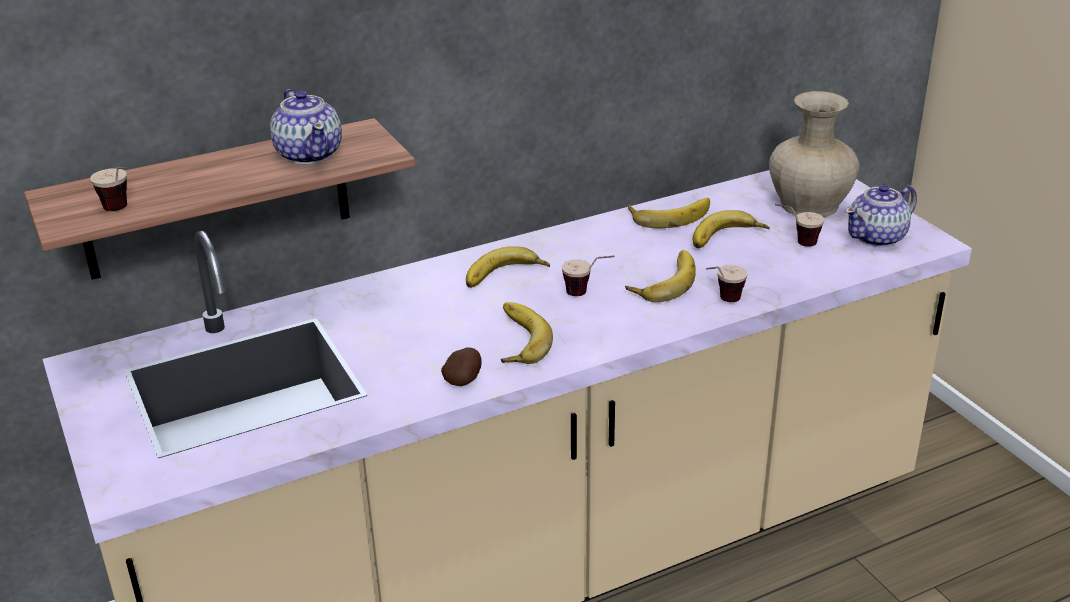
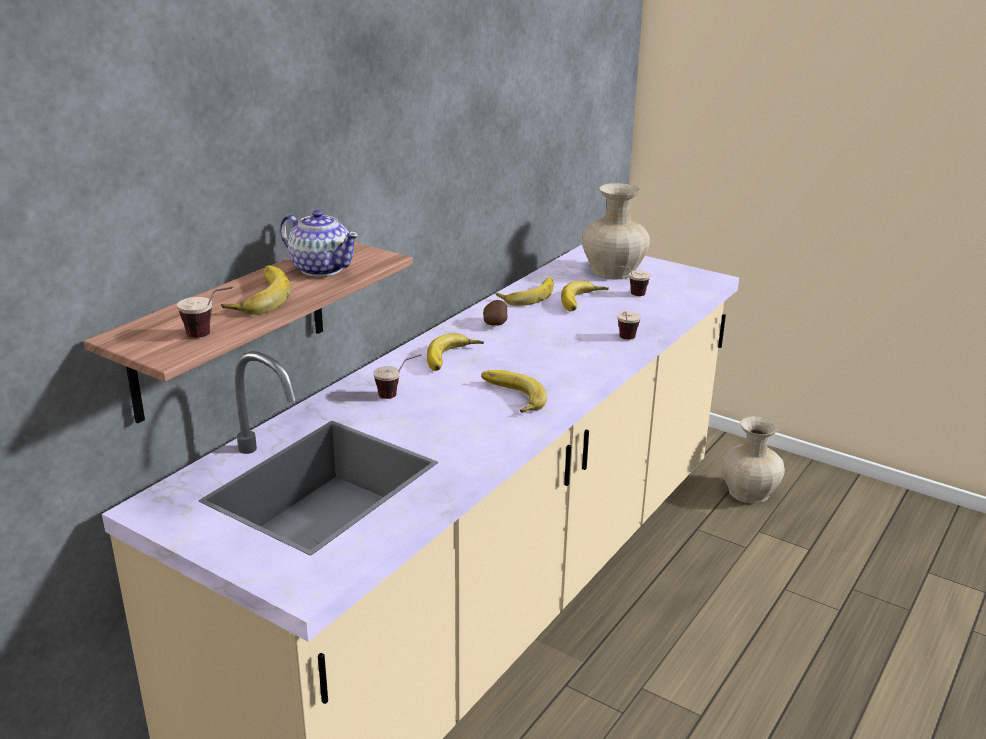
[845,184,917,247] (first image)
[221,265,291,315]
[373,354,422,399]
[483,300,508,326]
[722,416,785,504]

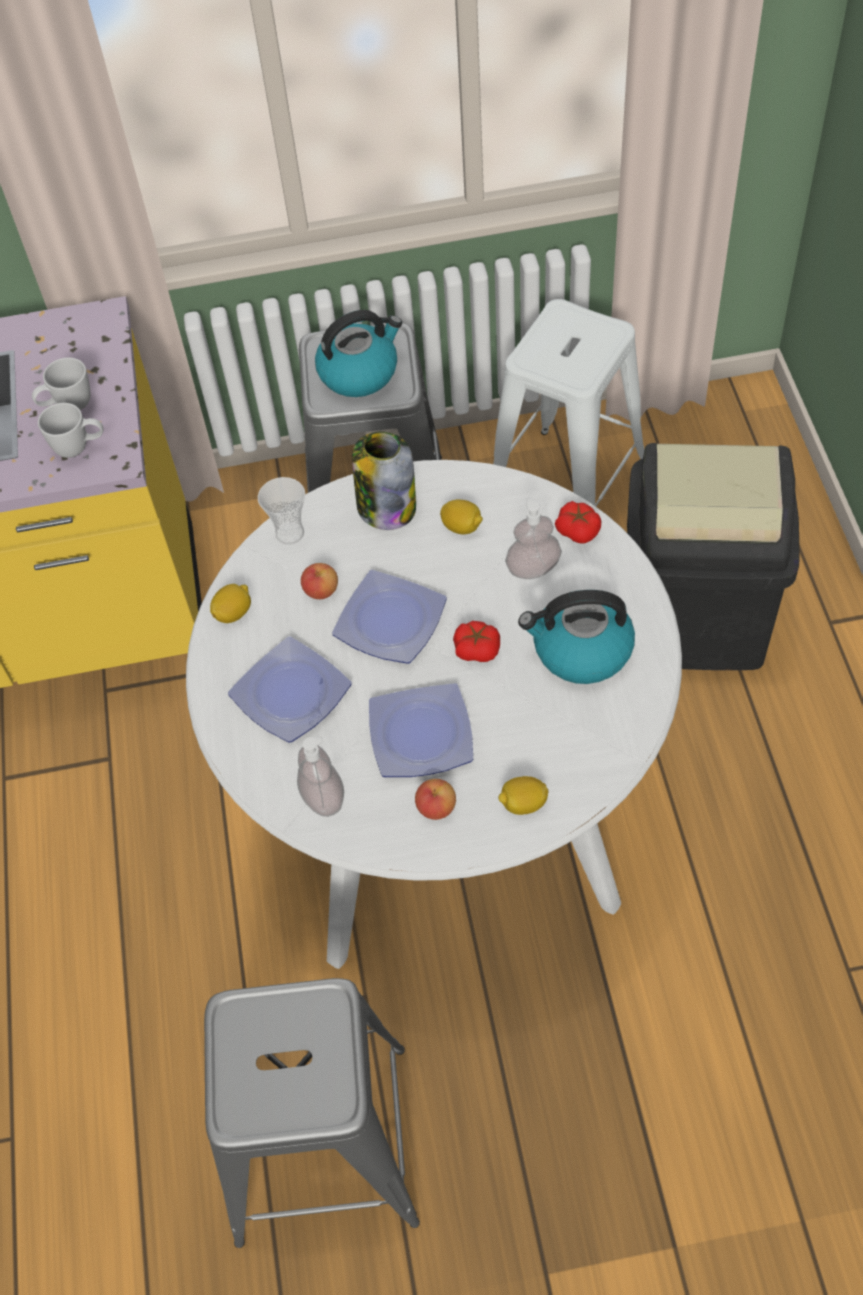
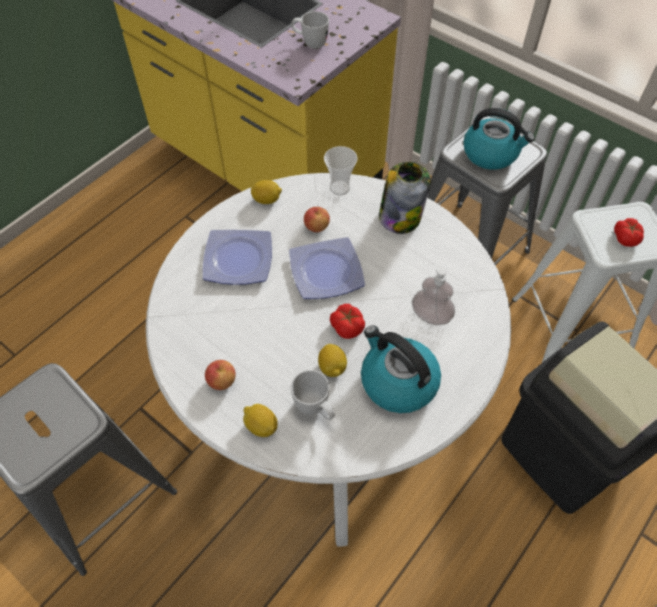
[291,370,335,420]
[318,344,347,377]
[614,218,644,247]
[369,683,473,777] (first image)
[297,737,344,817] (first image)

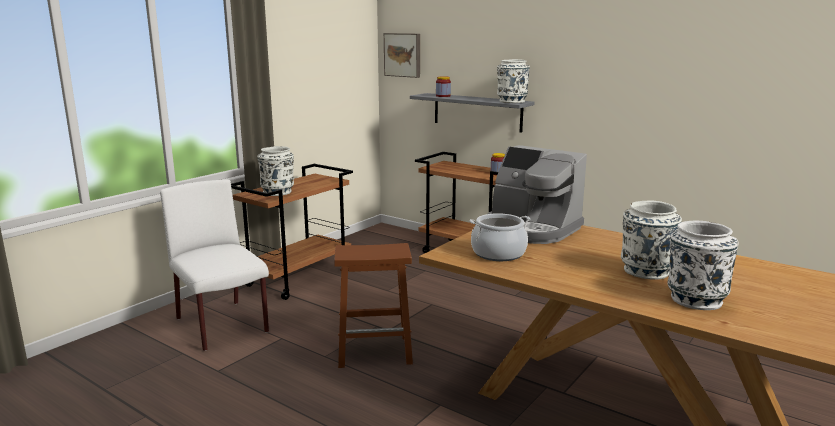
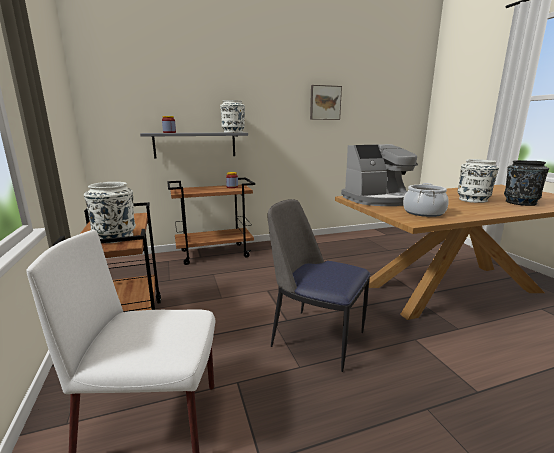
[310,85,342,120]
[504,160,549,206]
[267,199,370,372]

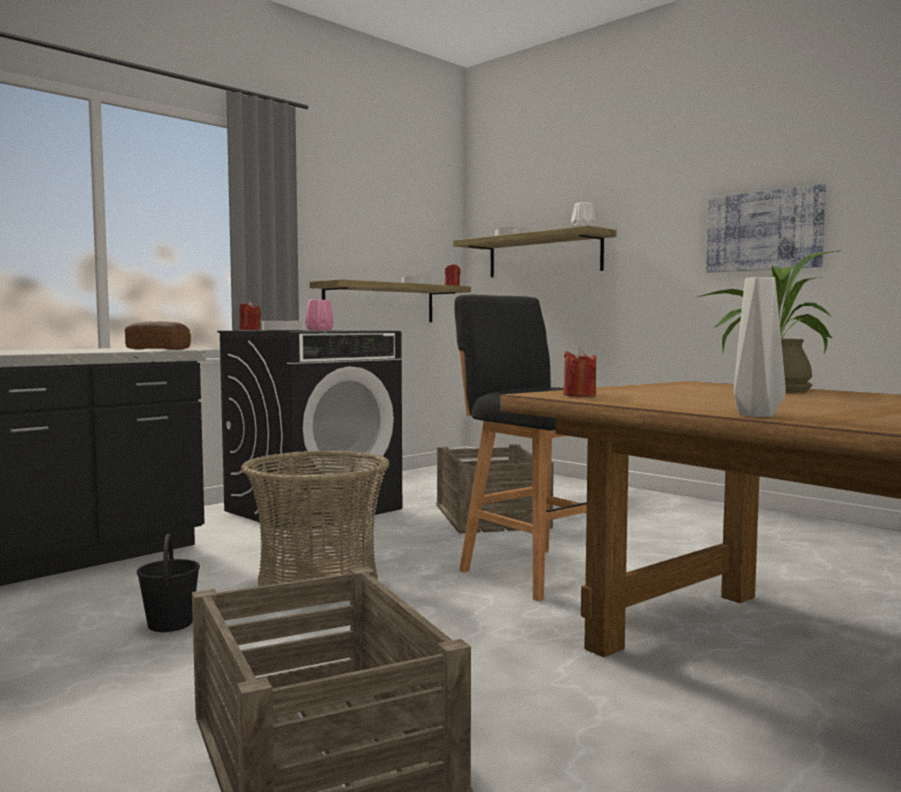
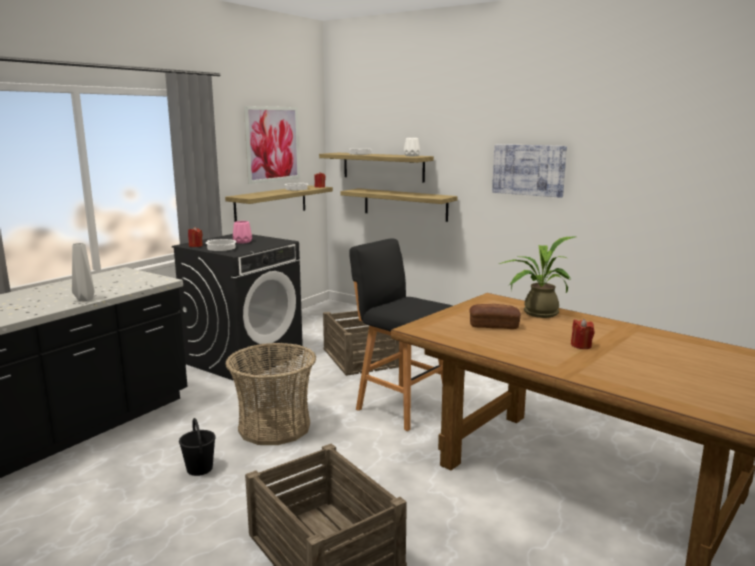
[72,243,95,301]
[469,304,521,329]
[571,319,594,349]
[244,106,300,184]
[340,188,458,222]

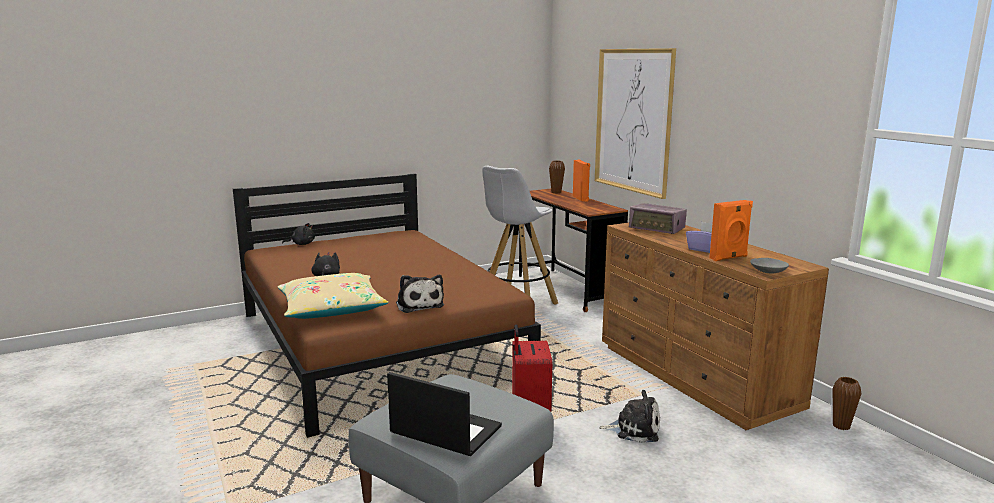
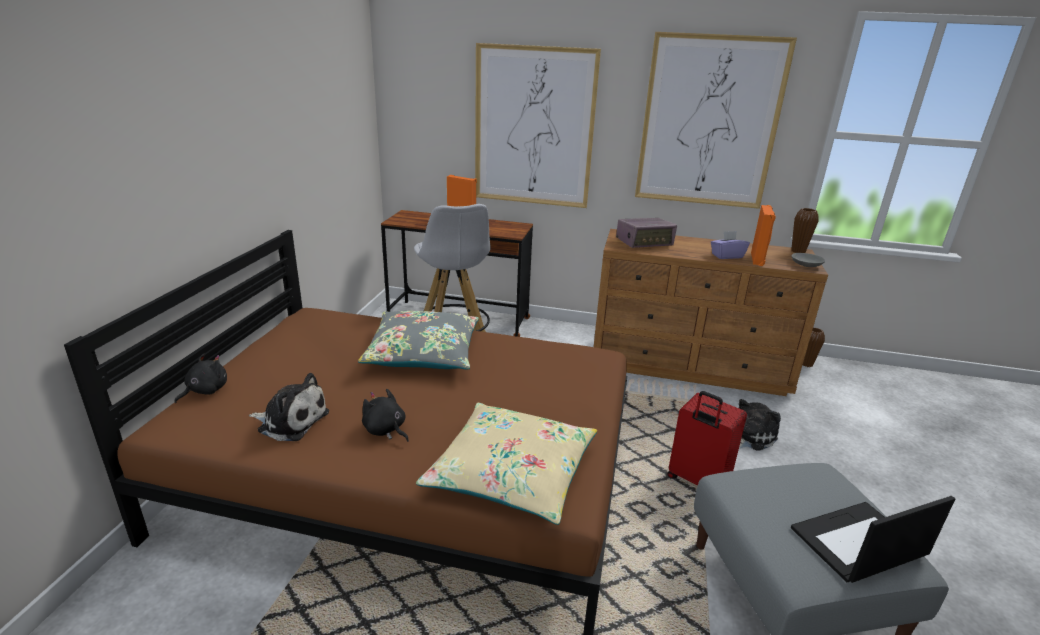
[791,208,819,253]
[249,373,329,441]
[635,32,797,209]
[358,311,479,369]

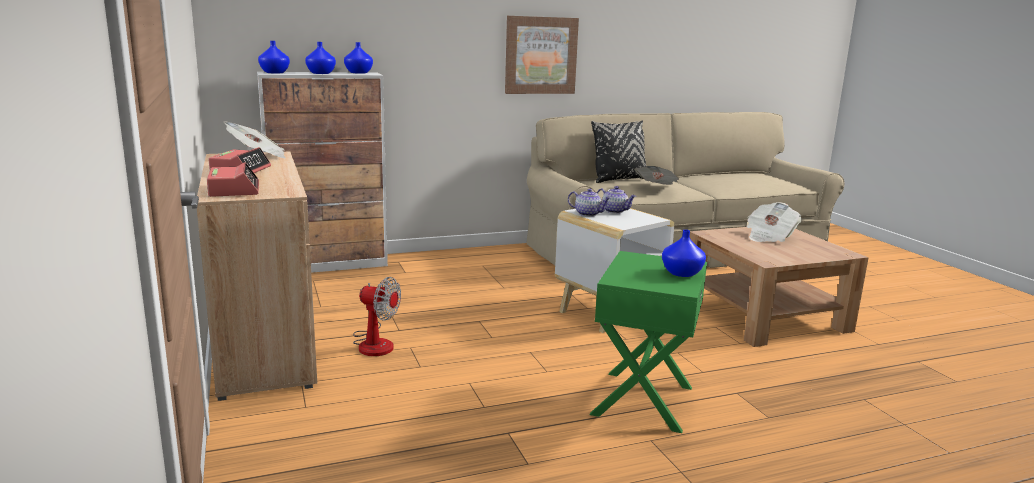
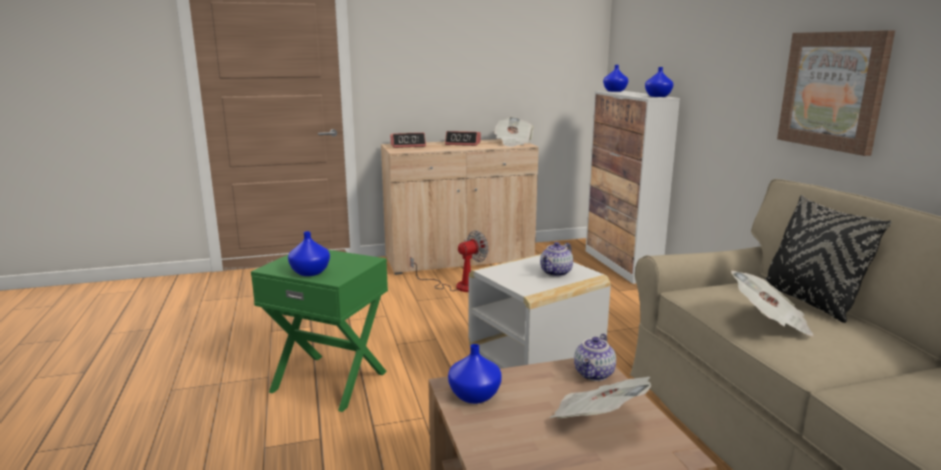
[448,344,502,404]
[574,334,616,381]
[410,230,489,292]

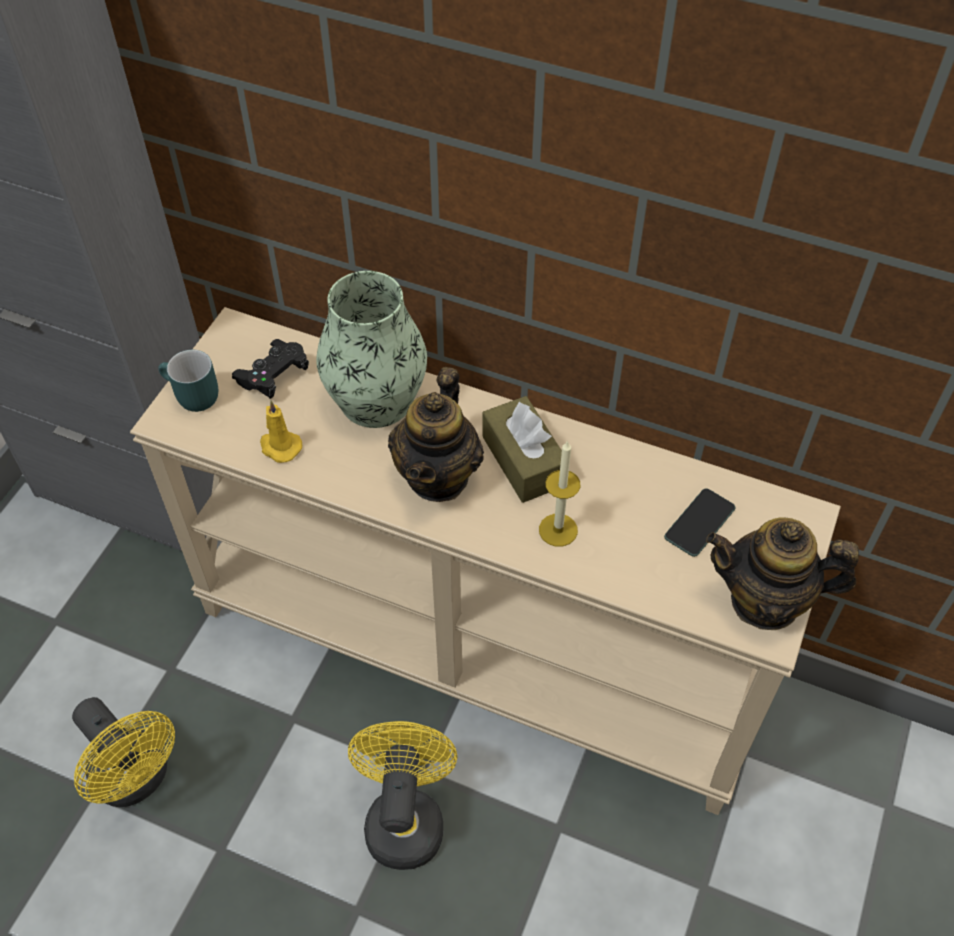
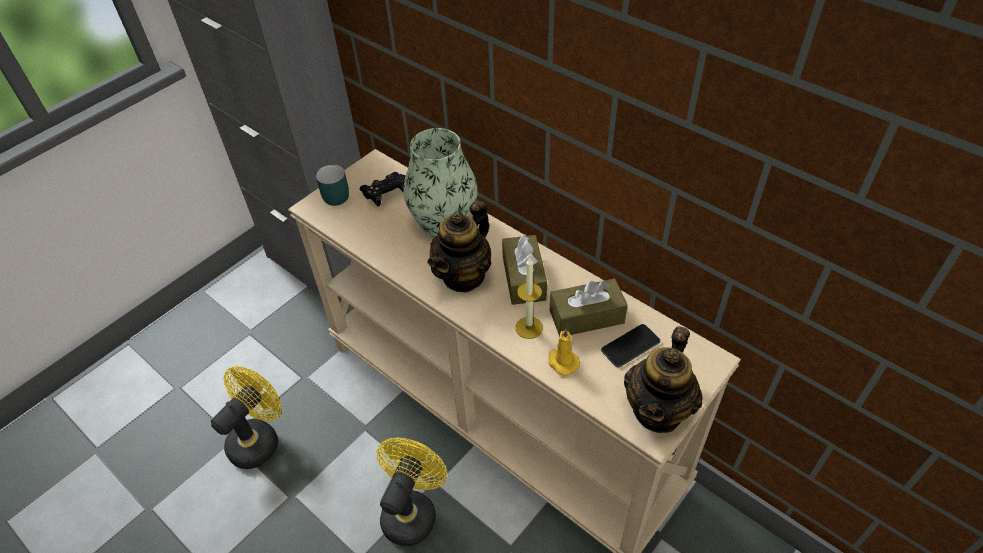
[548,328,580,376]
[624,326,703,433]
[211,366,282,469]
[550,279,628,337]

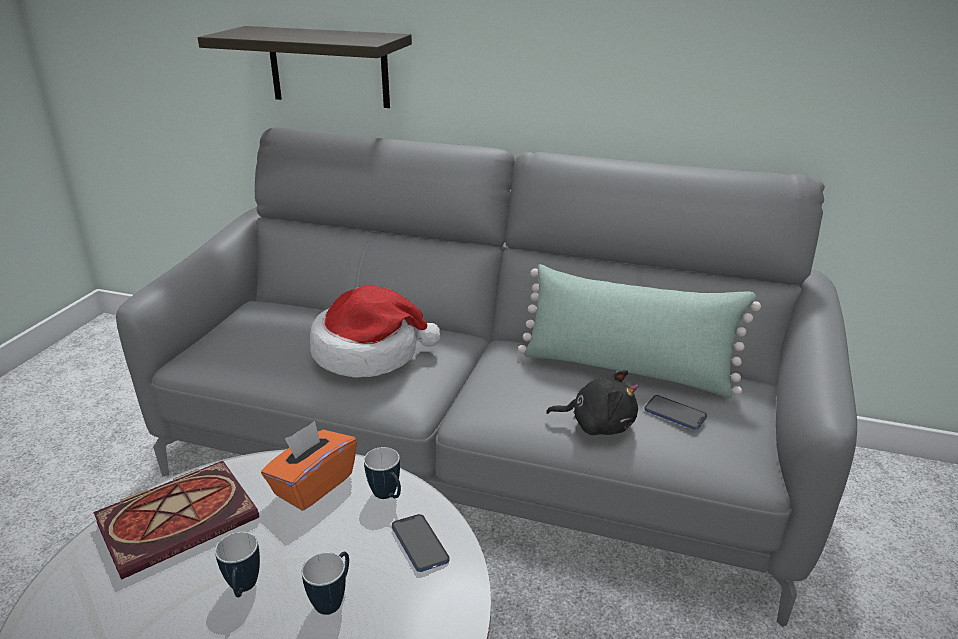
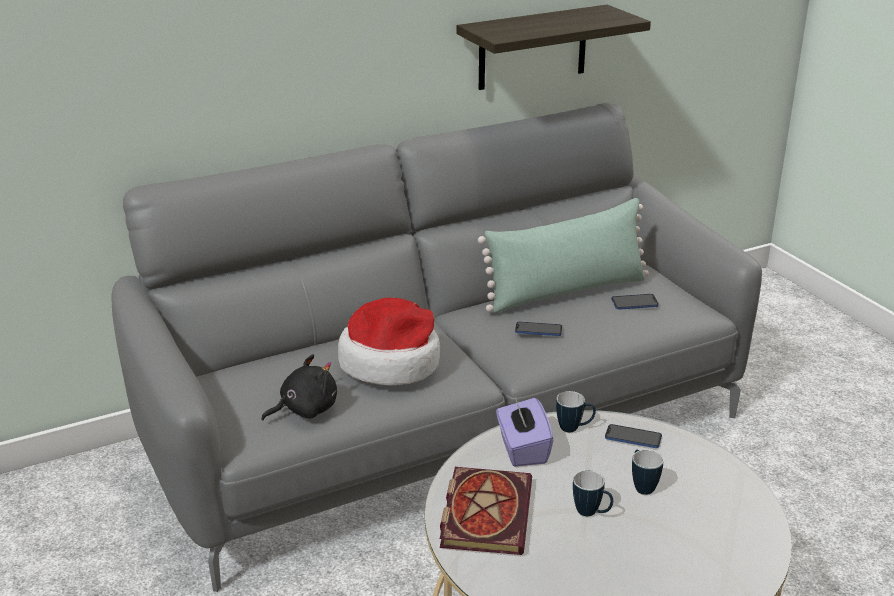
[456,5,651,90]
[261,354,337,421]
[496,397,553,467]
[515,322,562,336]

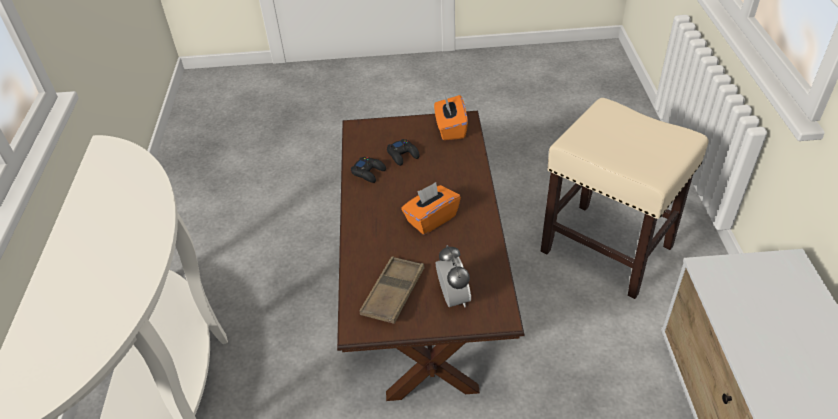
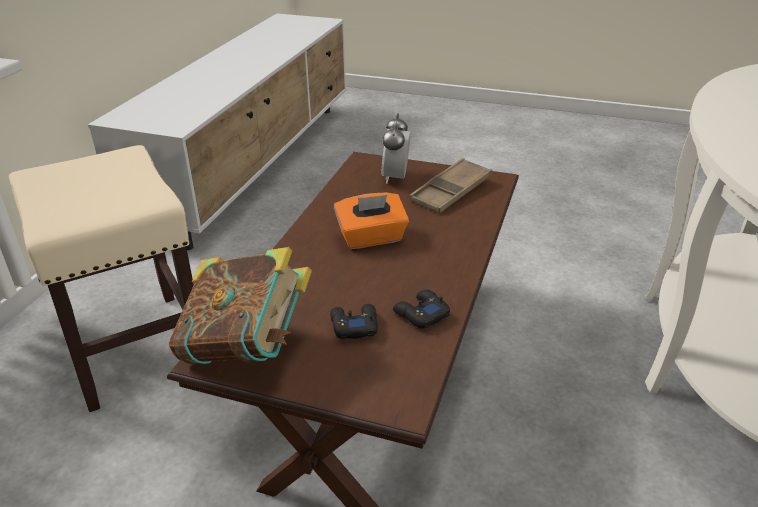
[169,247,312,364]

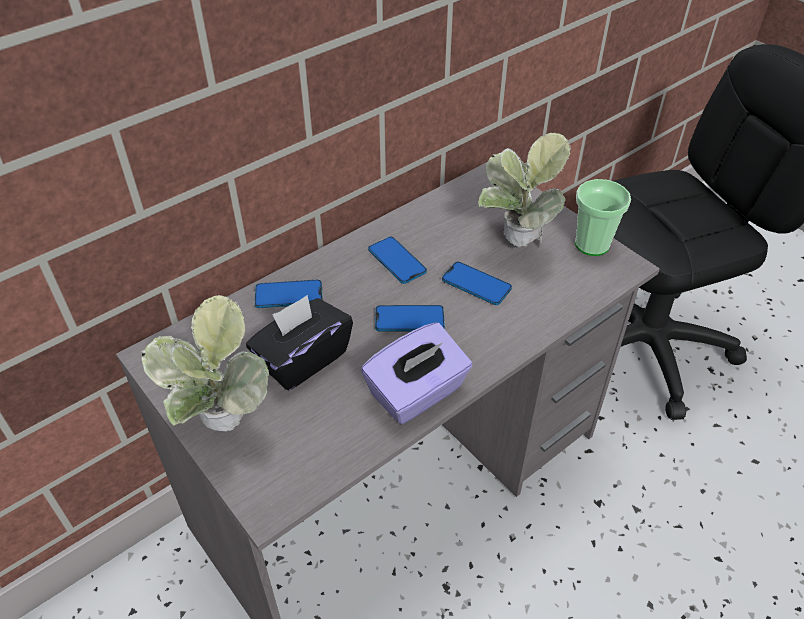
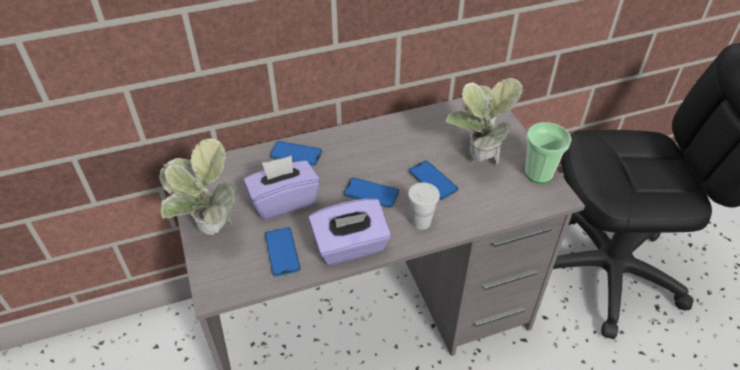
[265,227,300,277]
[243,156,320,220]
[408,182,440,230]

